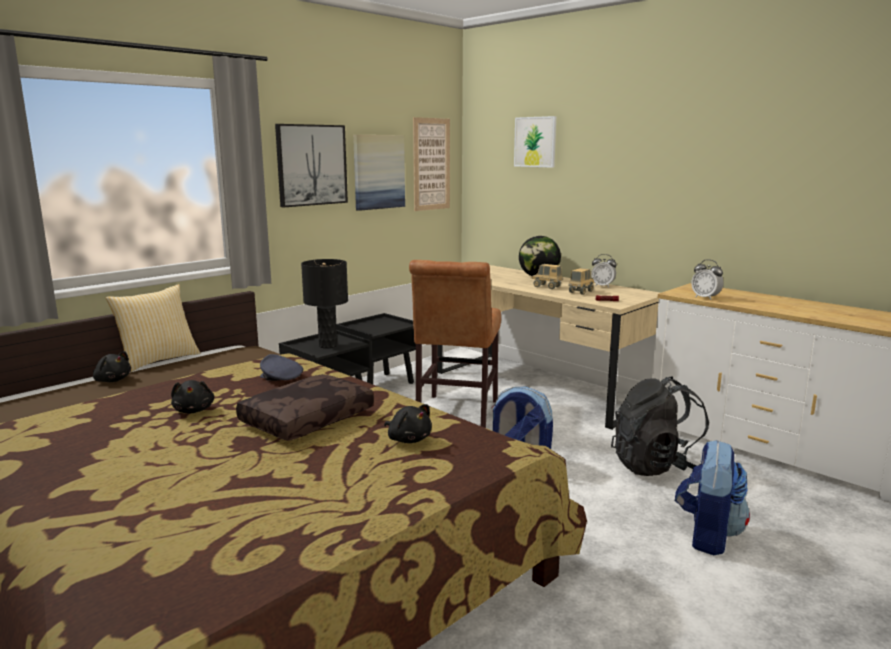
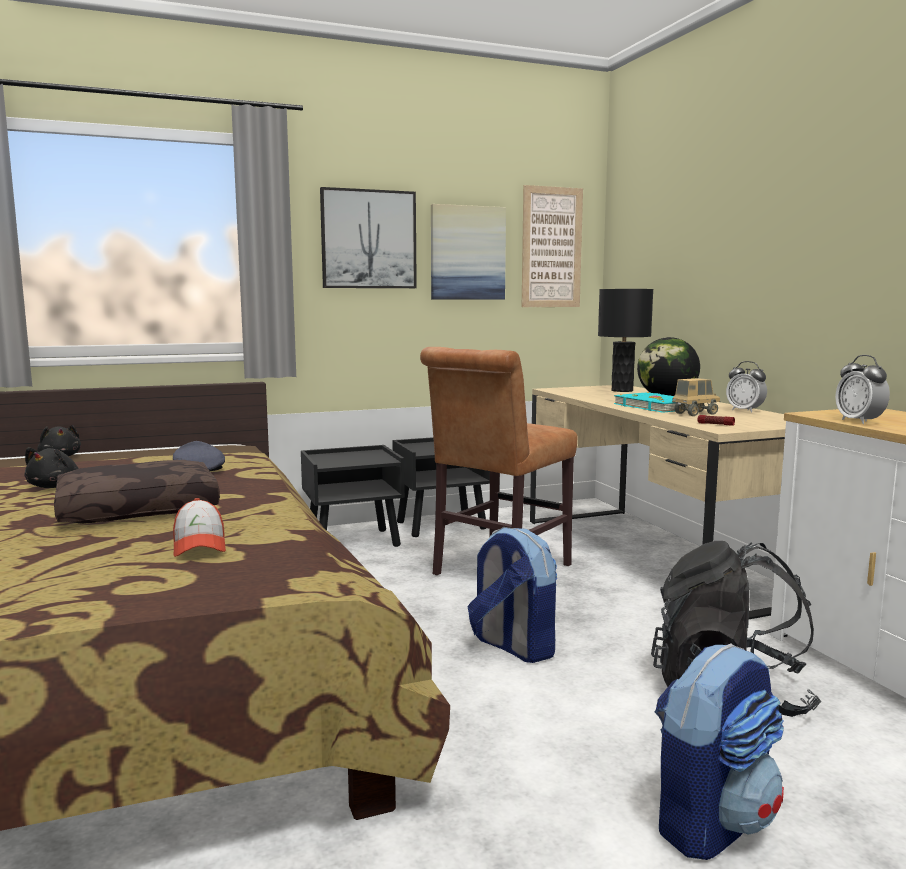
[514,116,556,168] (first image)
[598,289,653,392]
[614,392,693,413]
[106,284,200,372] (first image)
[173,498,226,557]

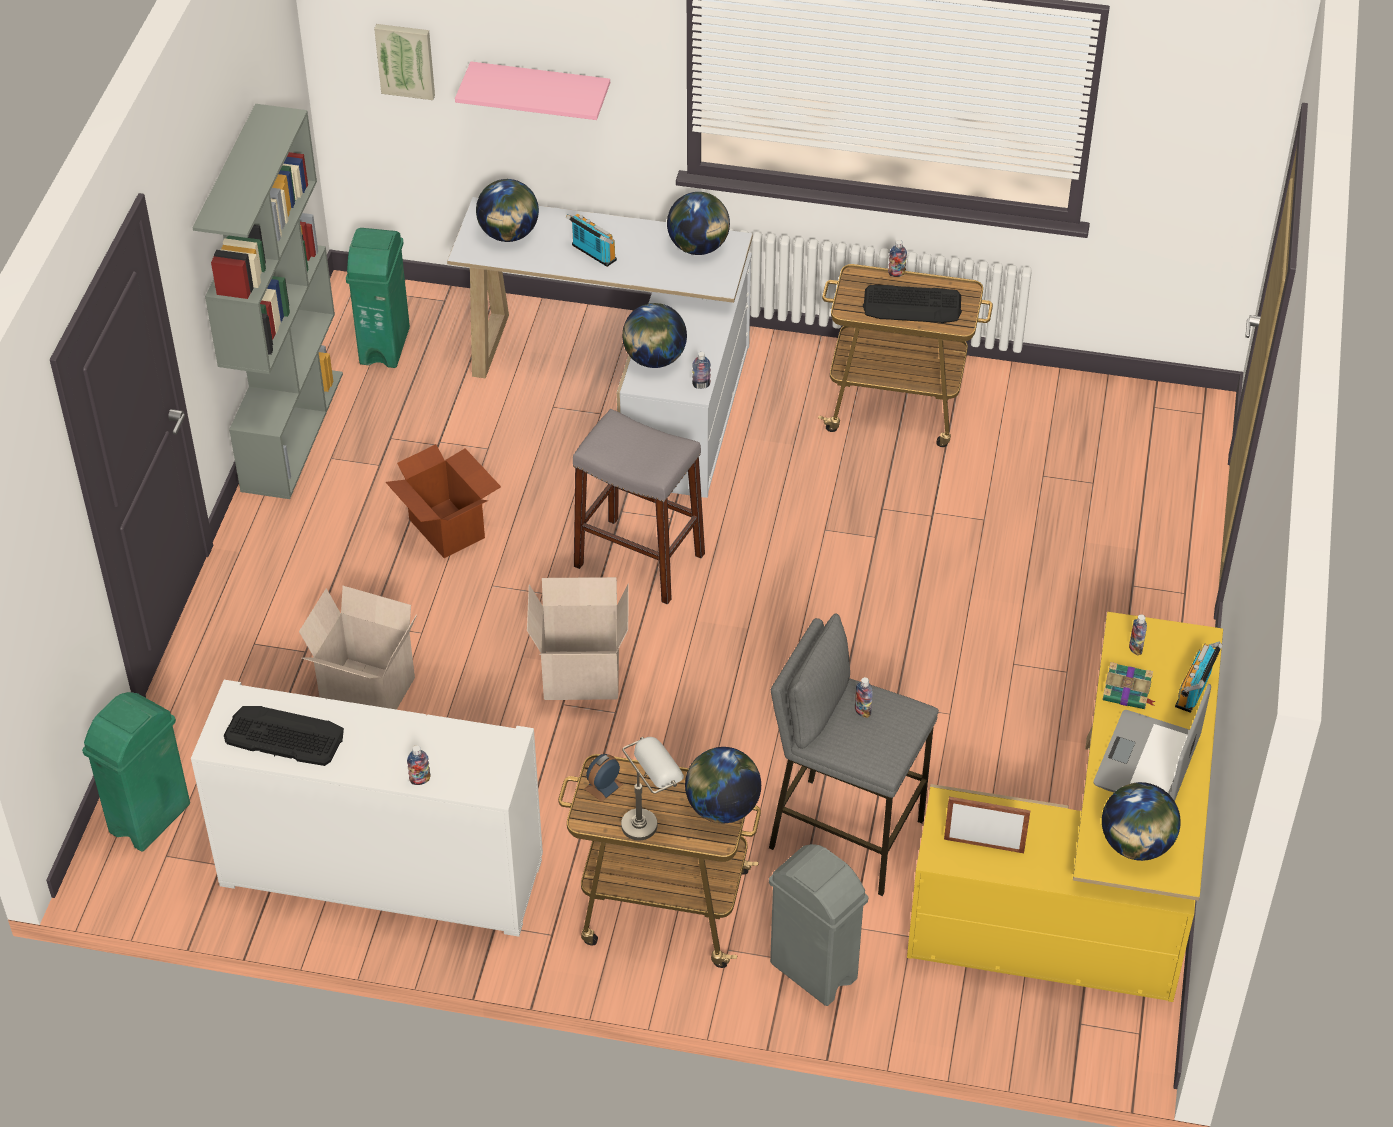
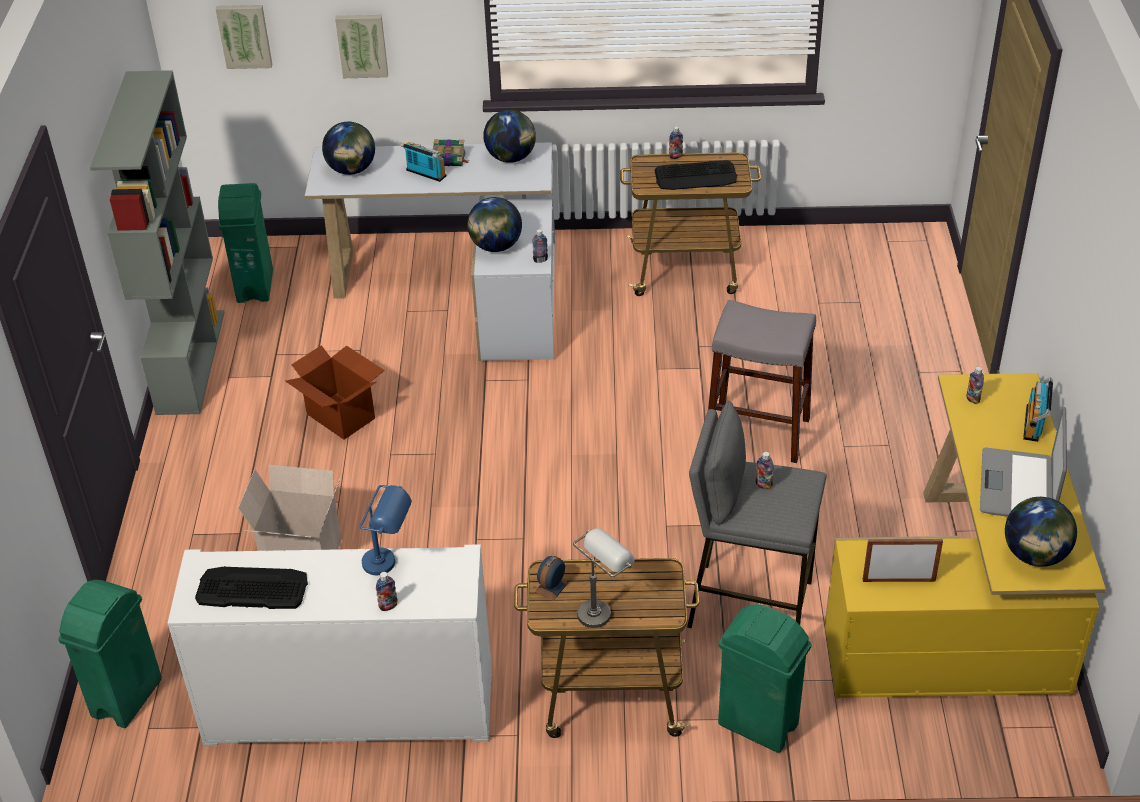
[335,15,388,78]
[708,300,816,463]
[527,577,629,700] (first image)
[433,139,468,166]
[685,747,761,823] (first image)
[718,604,811,753]
[360,485,412,575]

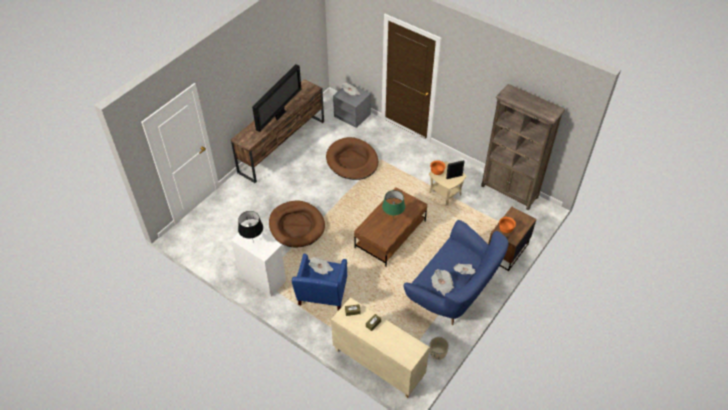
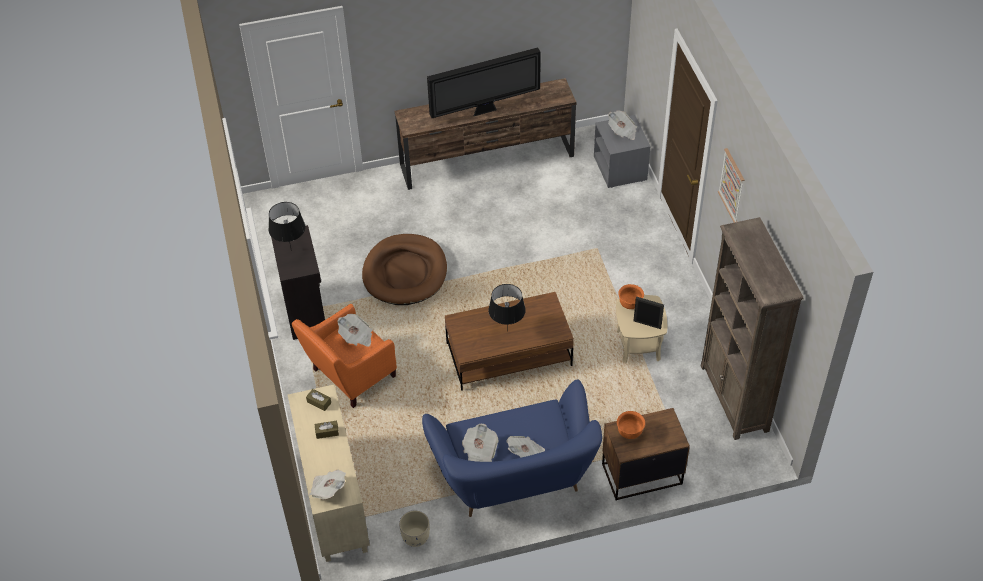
[326,137,378,180] (first image)
[488,284,526,331]
[271,225,325,340]
[292,304,397,408]
[718,148,745,223]
[309,470,346,499]

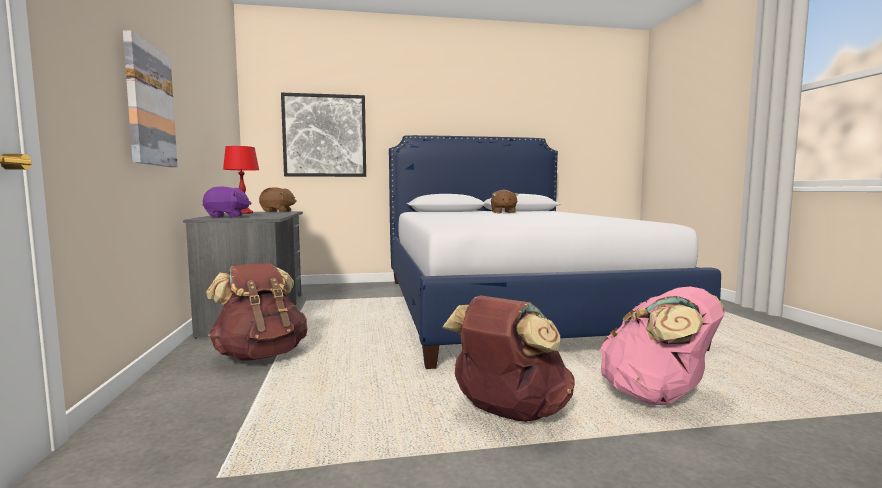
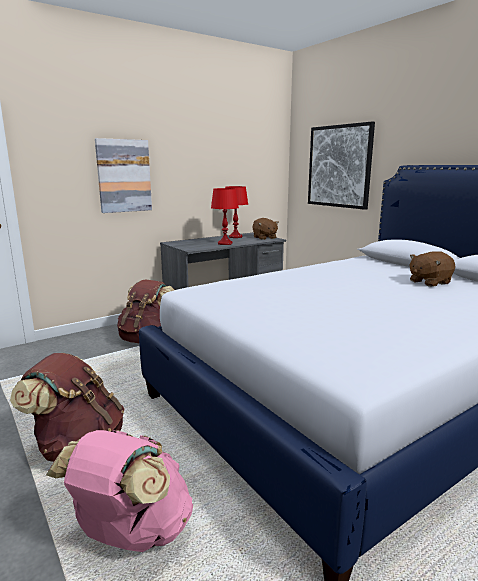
[203,187,252,218] (first image)
[211,188,239,245]

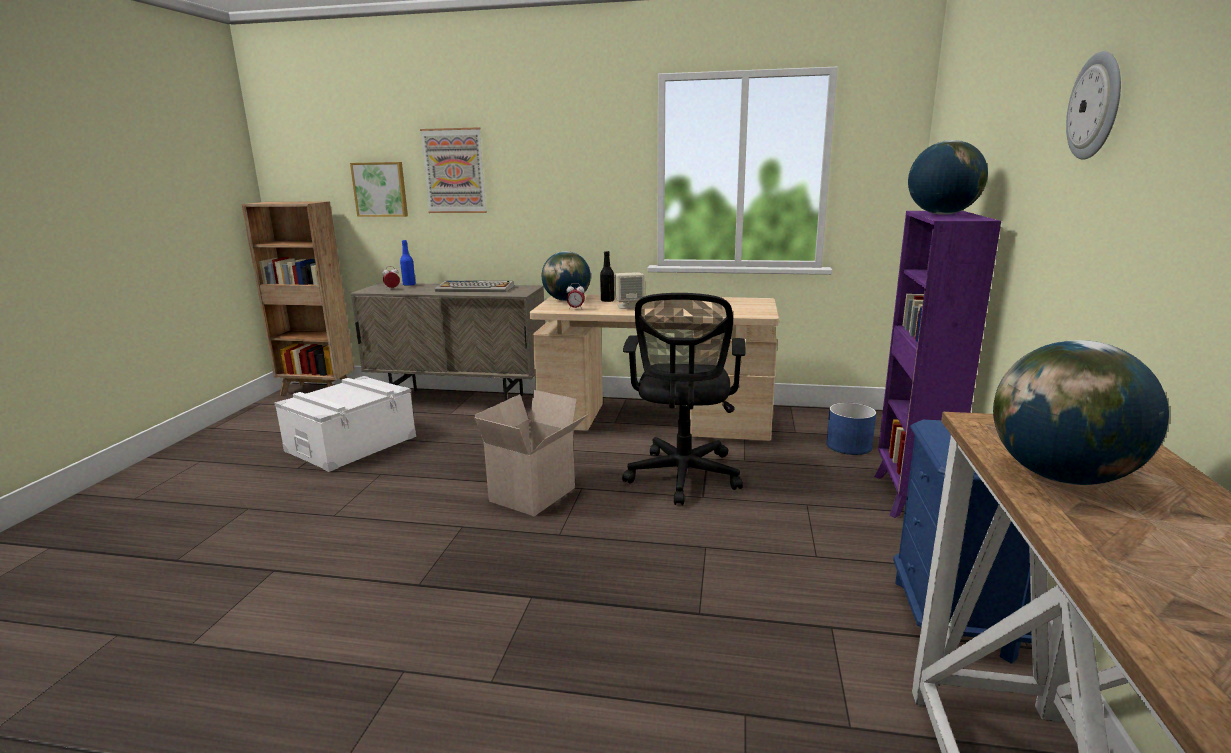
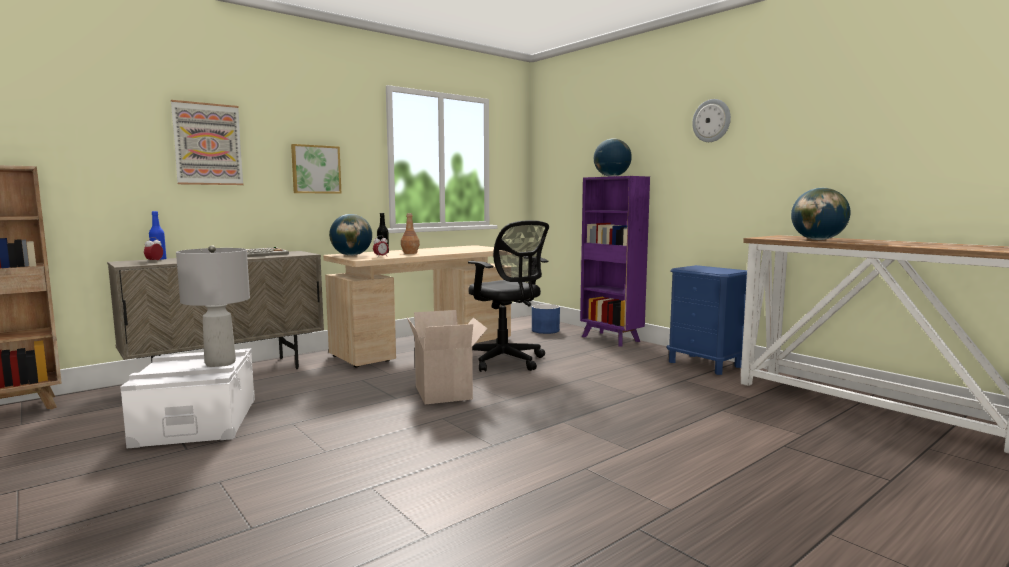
[291,144,341,194]
[401,213,420,254]
[176,245,250,367]

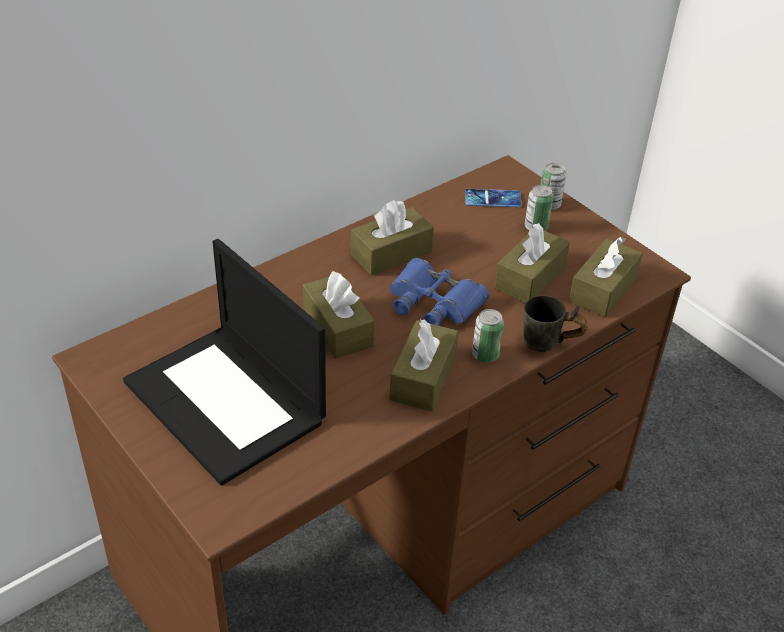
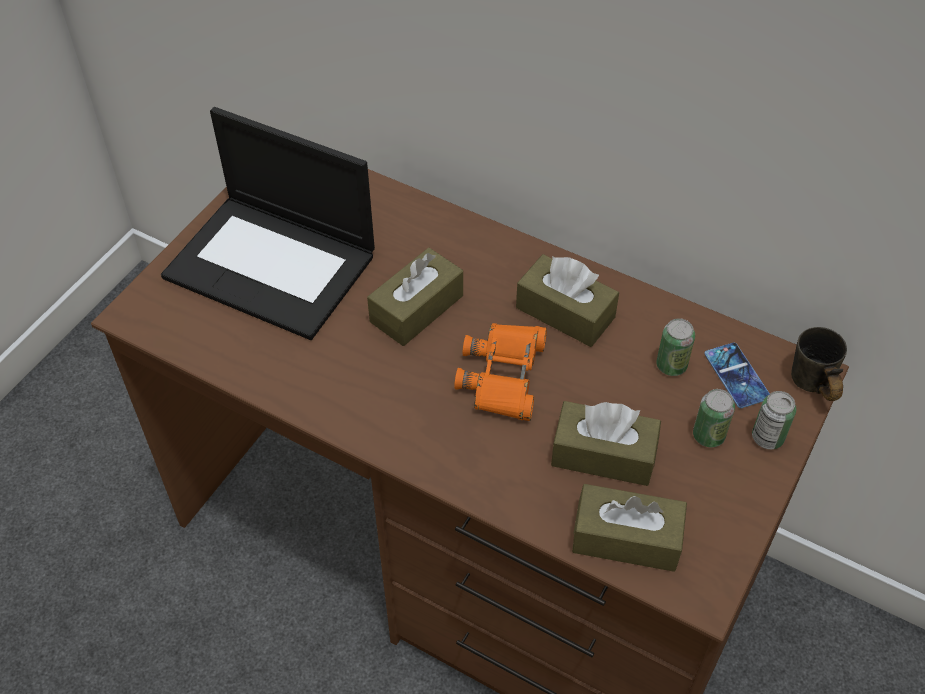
[161,107,375,340]
[454,323,547,421]
[791,327,847,401]
[656,318,695,376]
[389,319,458,411] (first image)

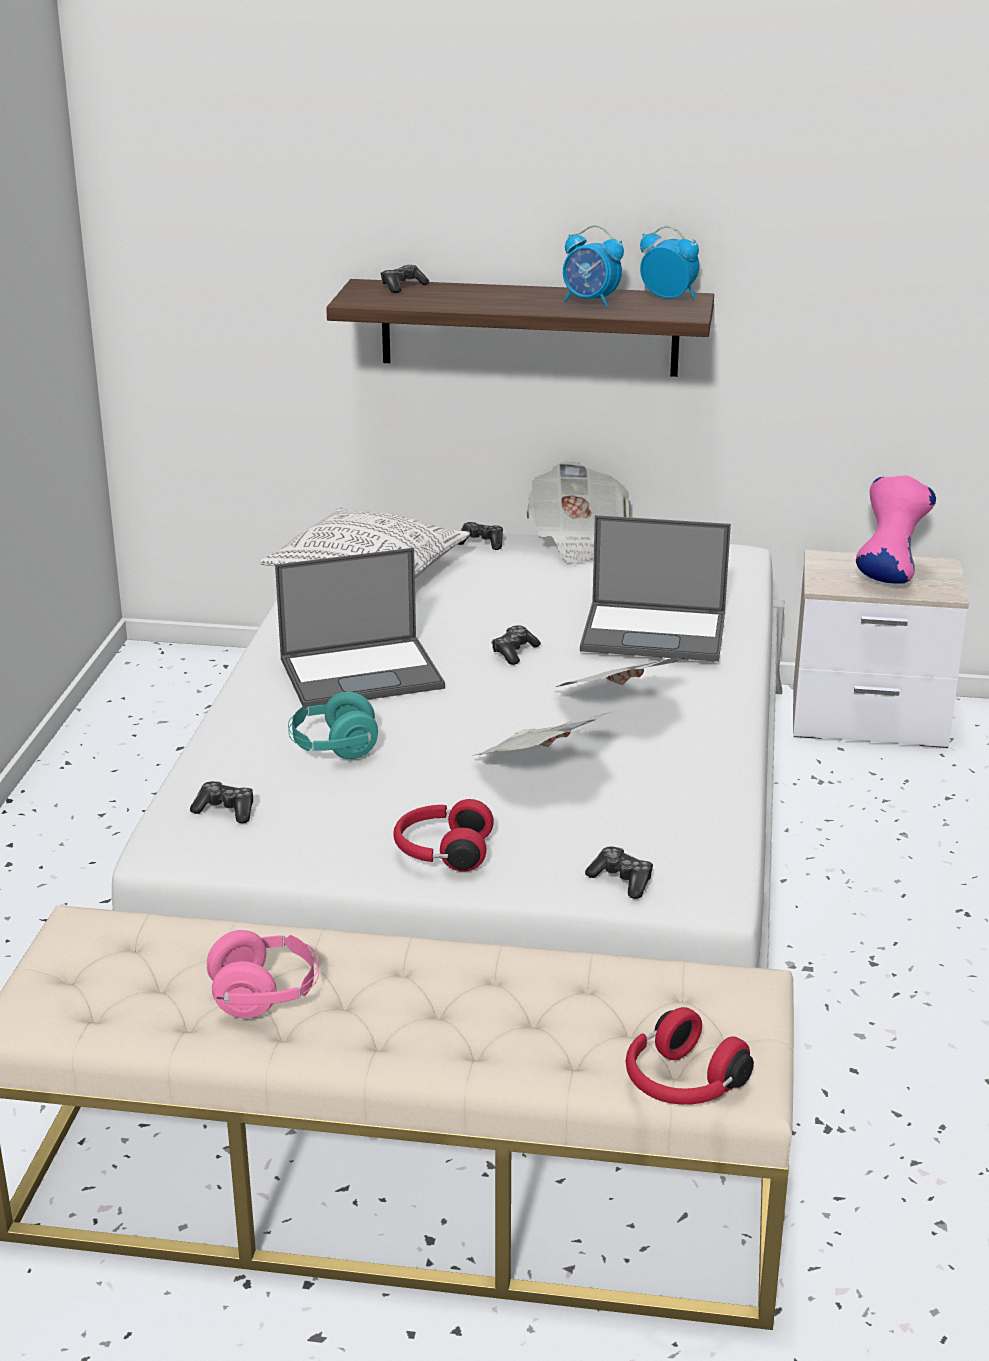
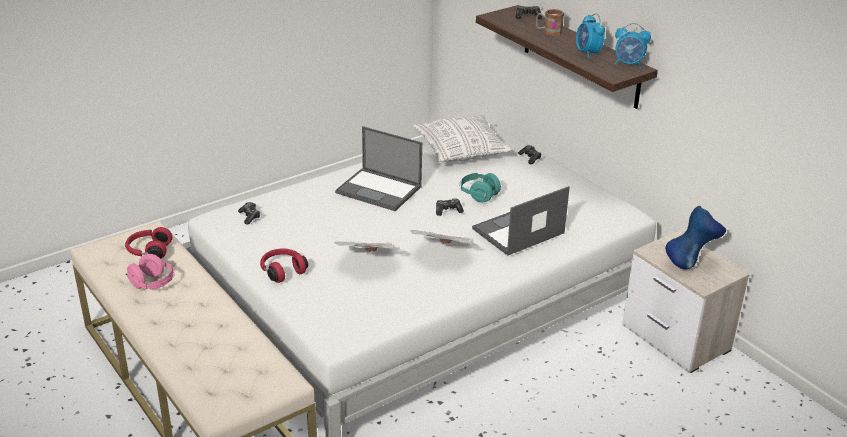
[614,23,651,68]
[526,461,629,564] (first image)
[665,206,726,269]
[472,186,570,256]
[460,173,502,203]
[585,846,653,899] (first image)
[125,227,172,259]
[536,9,564,36]

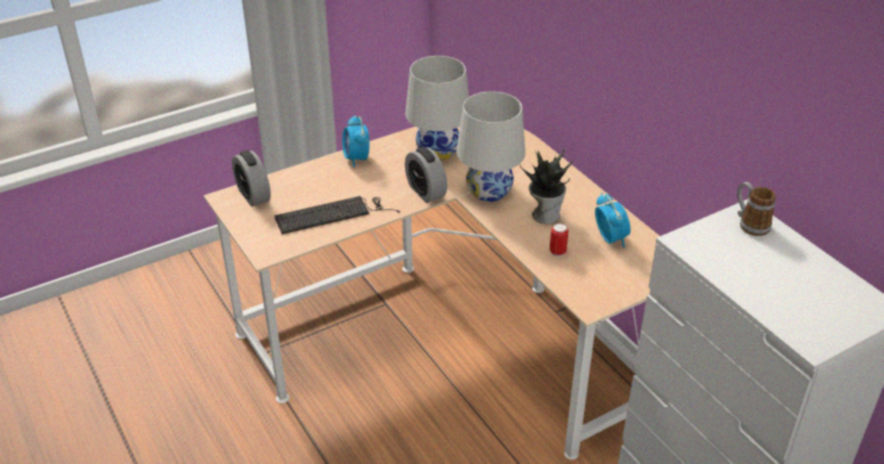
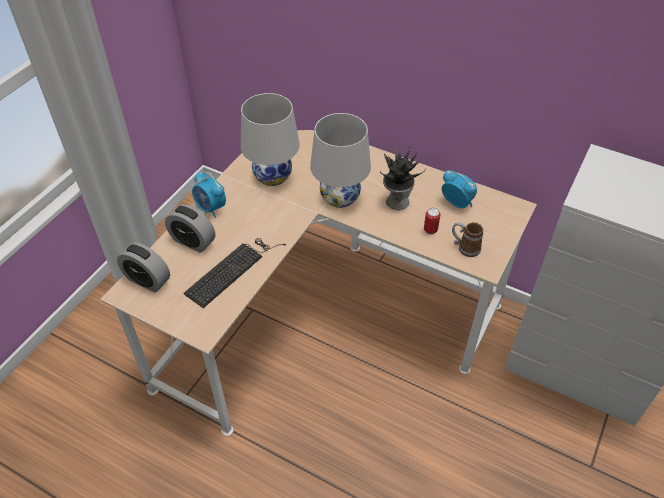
[165,204,215,253]
[452,222,483,257]

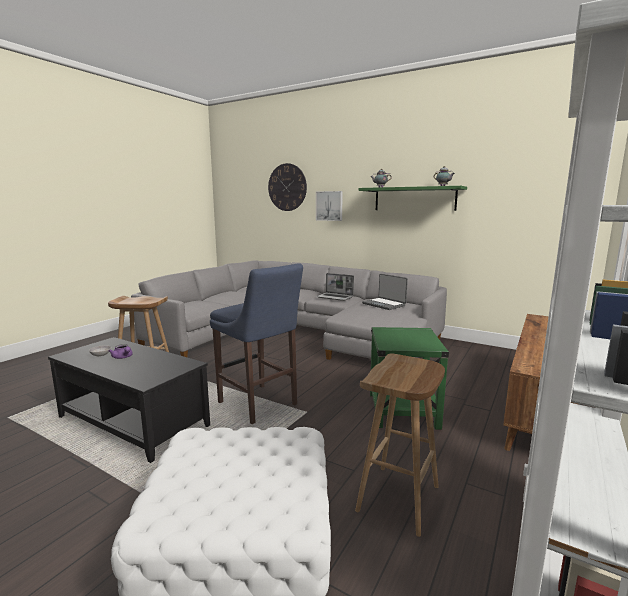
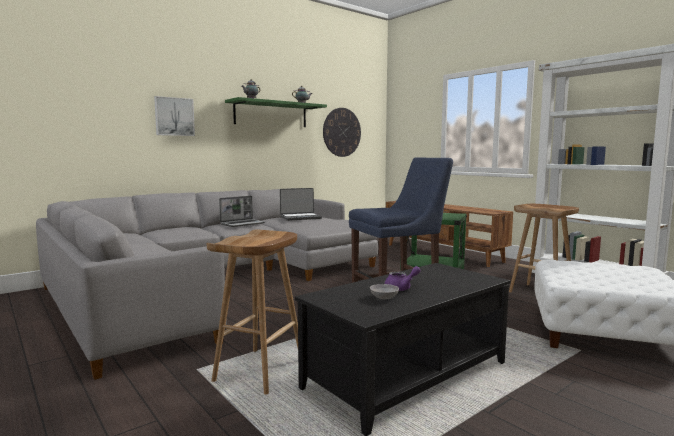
[323,108,361,157]

